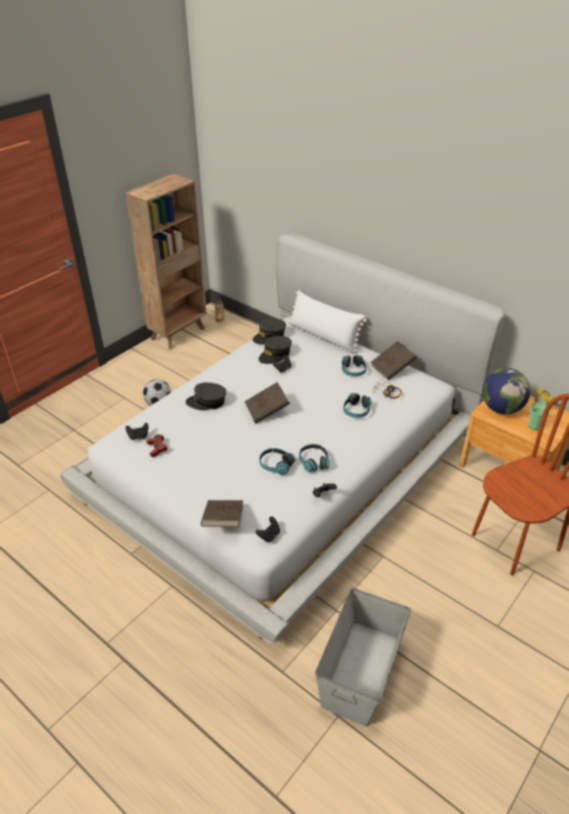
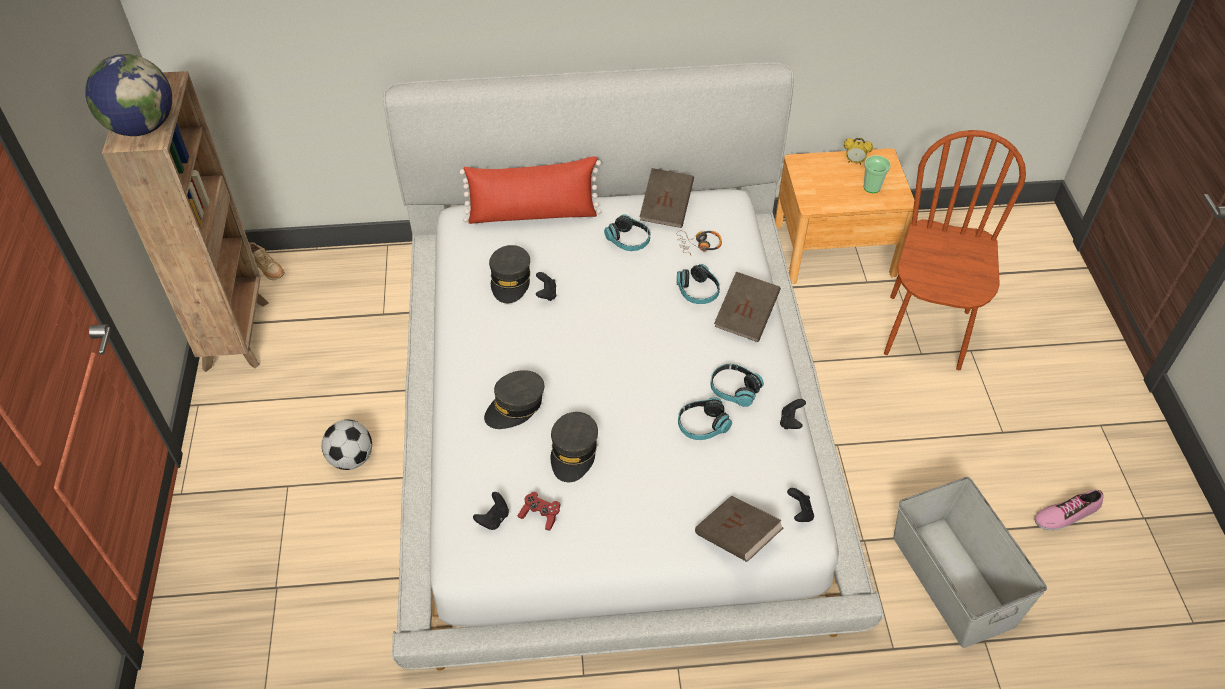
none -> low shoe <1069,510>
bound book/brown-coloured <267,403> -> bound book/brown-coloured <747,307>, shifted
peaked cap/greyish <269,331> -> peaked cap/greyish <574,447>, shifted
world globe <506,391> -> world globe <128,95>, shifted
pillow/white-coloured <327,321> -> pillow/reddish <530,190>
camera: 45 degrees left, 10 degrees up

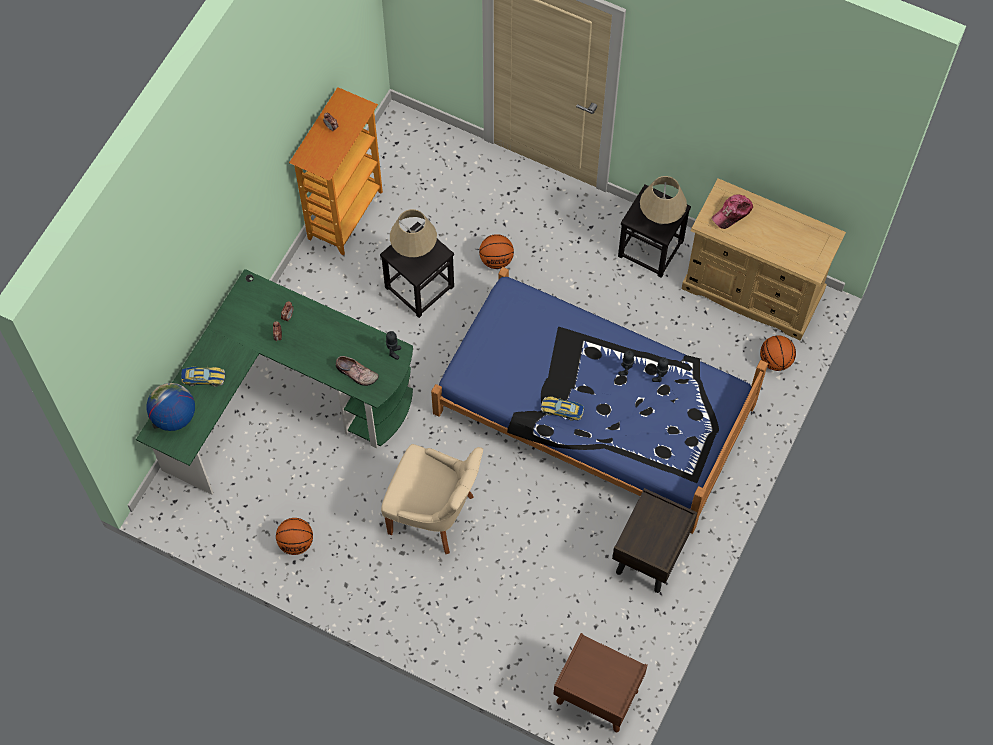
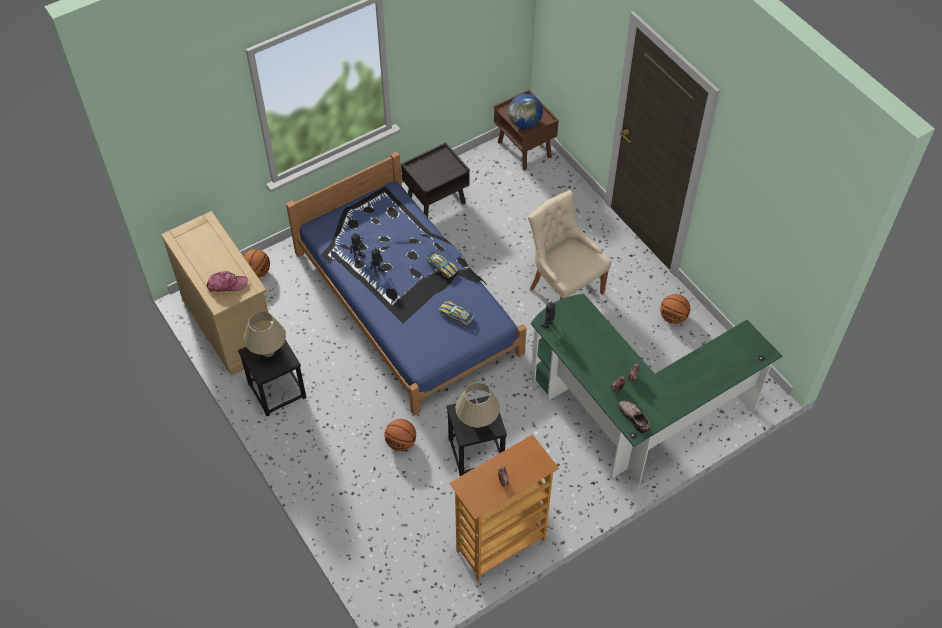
world globe <171,407> -> world globe <525,111>, shifted
toy car <203,377> -> toy car <456,313>, shifted
low shoe <357,371> -> low shoe <634,417>, shifted
camera: 150 degrees left, 10 degrees down

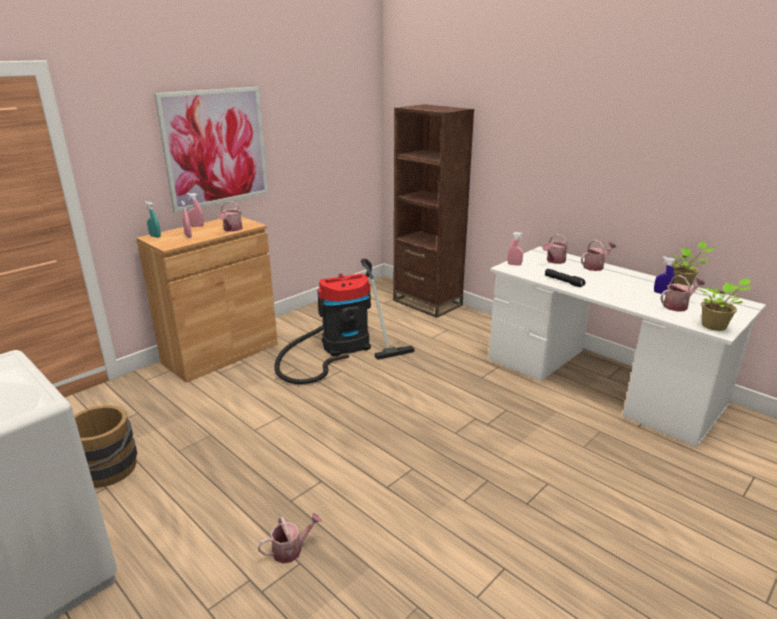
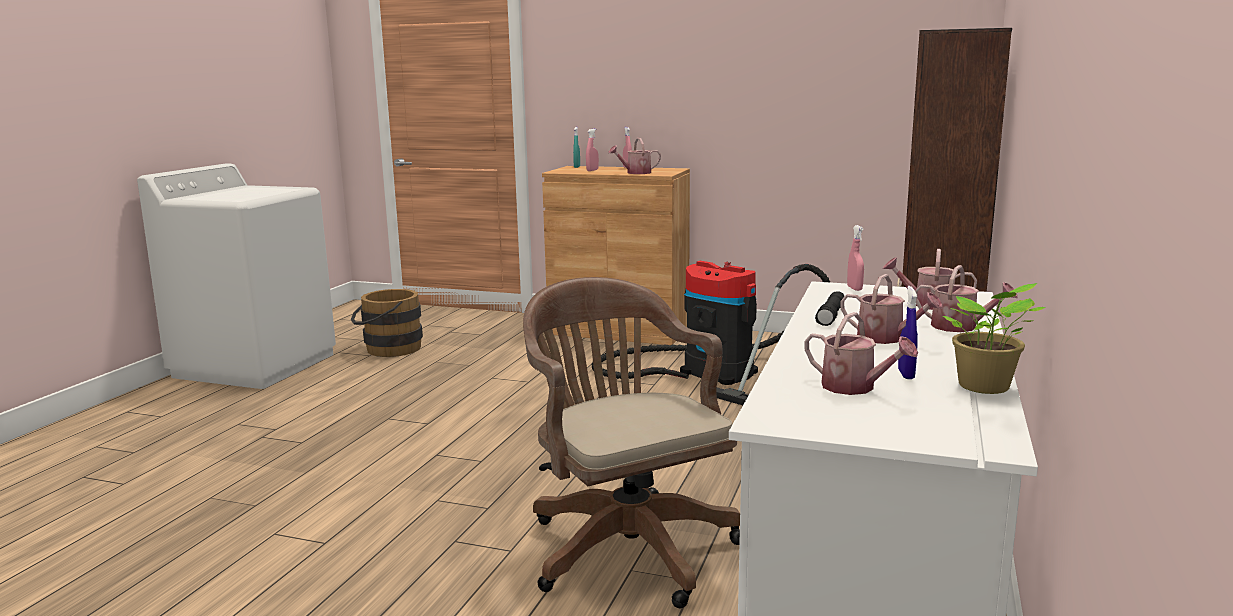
wall picture <211,150> -> none
potted plant <726,304> -> none
none -> office chair/brown-coloured <631,442>
watering can <289,538> -> watering can <891,309>, shifted
camera: 65 degrees right, 10 degrees down

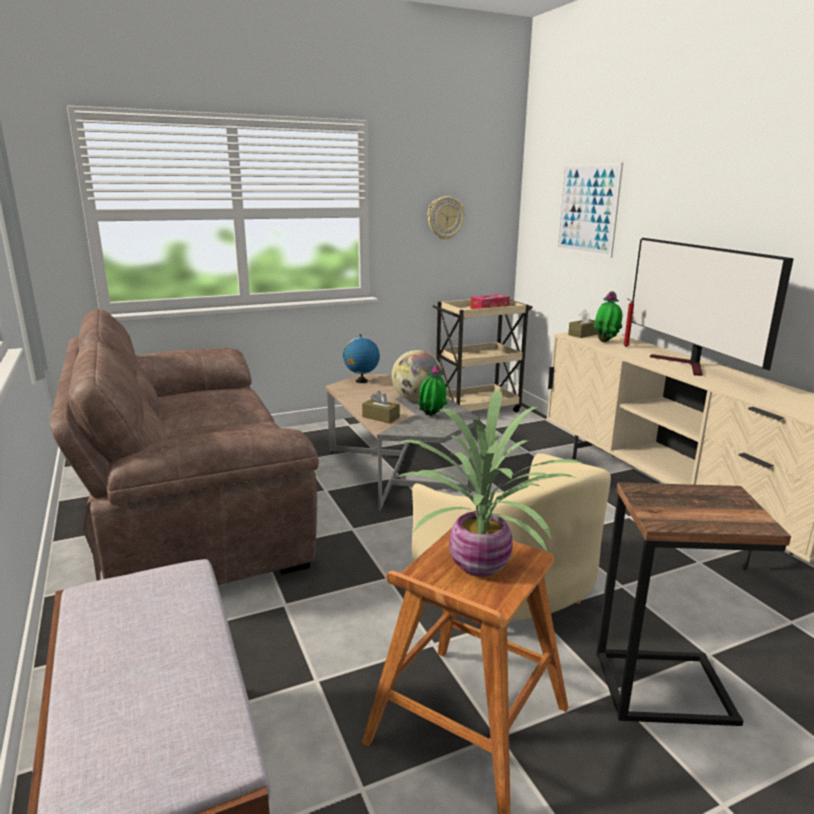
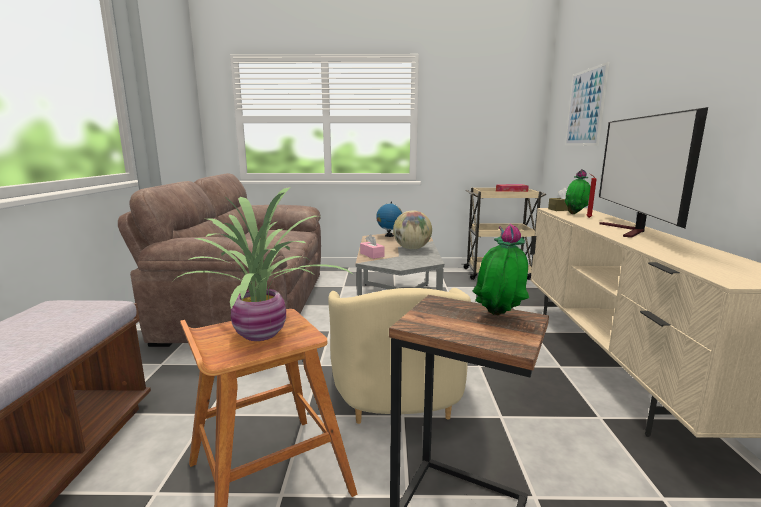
wall clock <446,218> -> none
potted plant <433,390> -> potted plant <500,269>, shifted
box of tissues/brown-coloured <381,407> -> box of tissues/pinkish <372,246>
camera: 25 degrees right, 5 degrees down

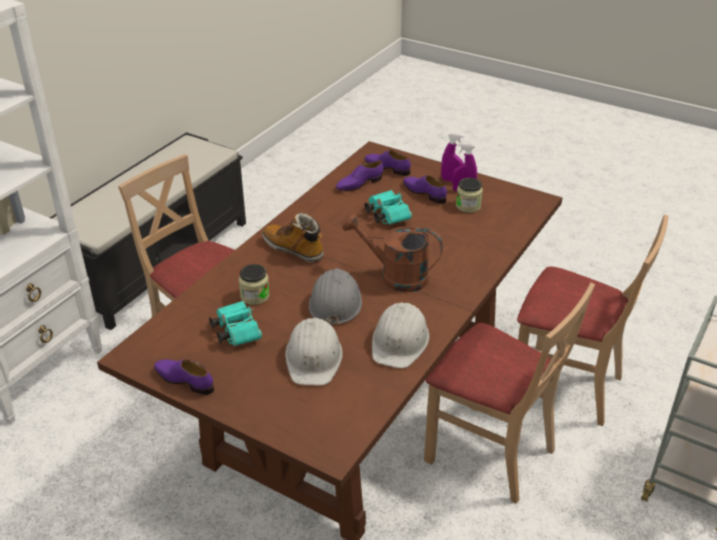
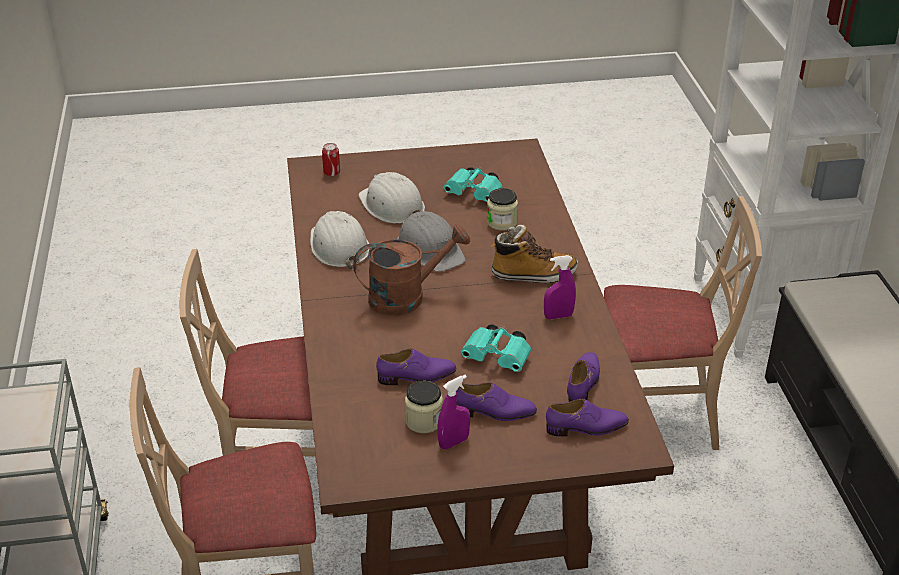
none -> can <331,159>
low shoe/purple <184,377> -> low shoe/purple <416,367>, shifted
spray bottle/purple <452,157> -> spray bottle/purple <560,287>, shifted
camera: 140 degrees right, 0 degrees up

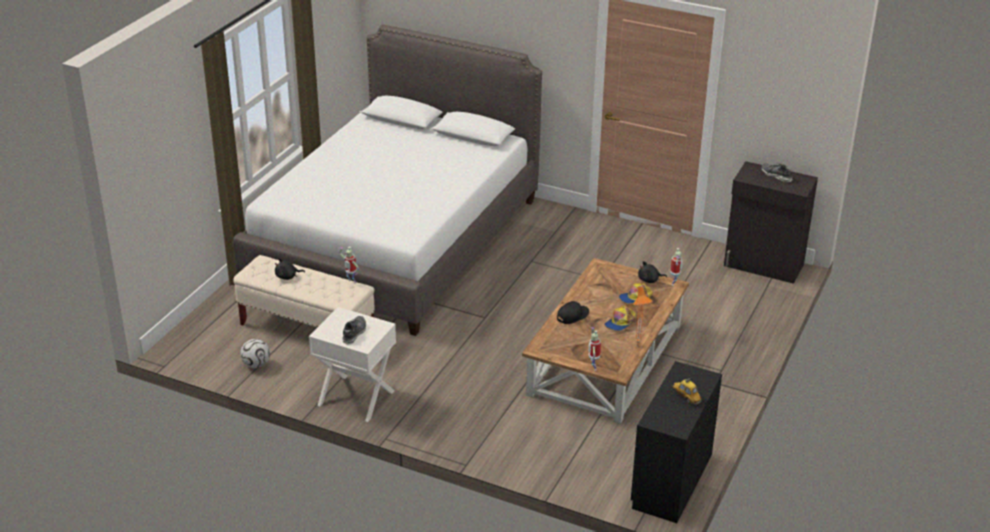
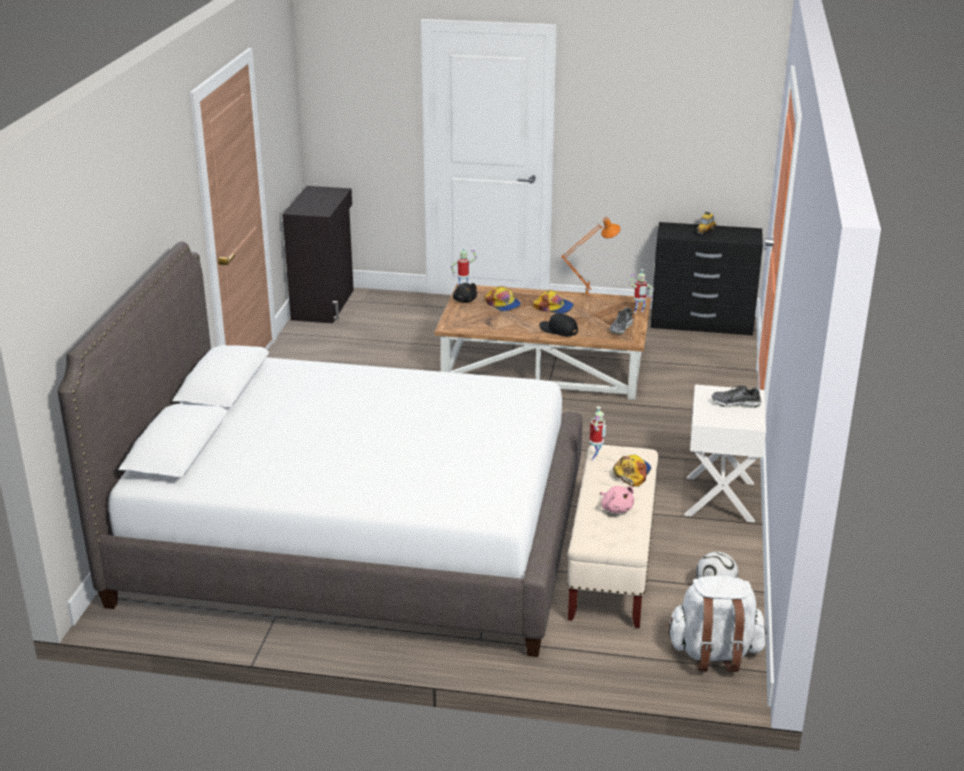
none -> peaked cap <632,471>
none -> knapsack/white-coloured <716,624>
low shoe <777,172> -> low shoe <621,320>, shifted
soft toy/black-coloured <290,269> -> soft toy/pinkish <617,499>
camera: 105 degrees left, 5 degrees down

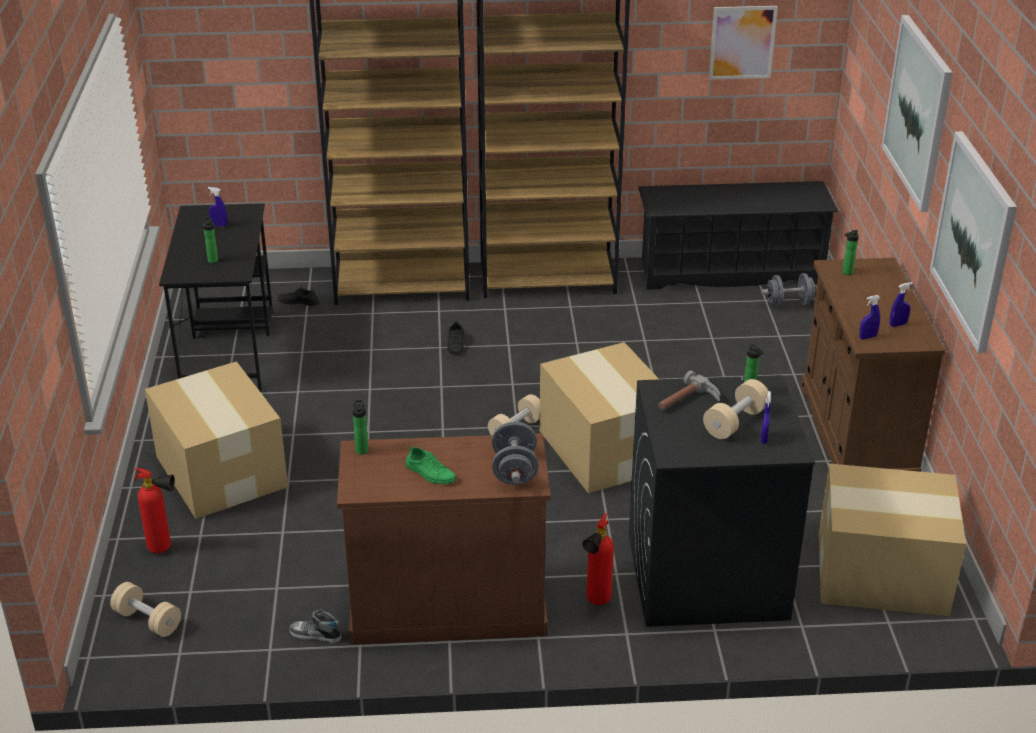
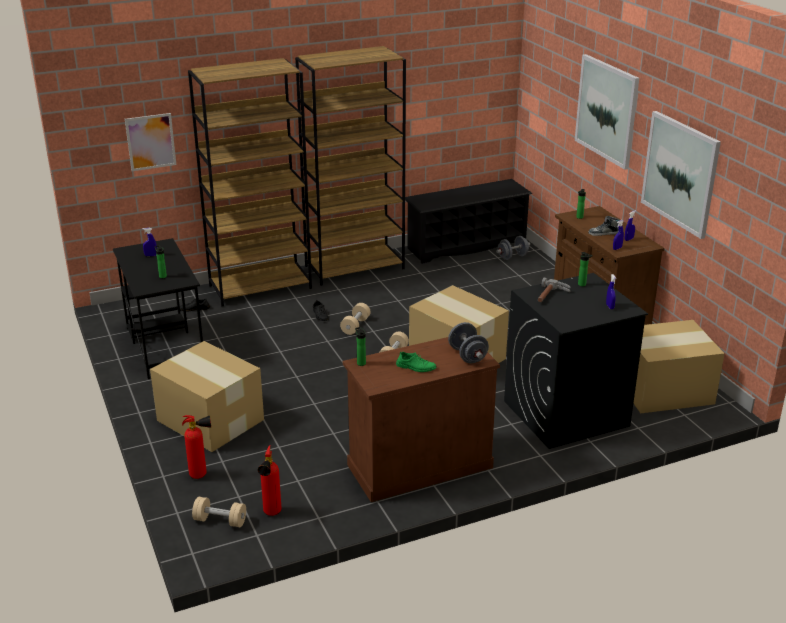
low shoe <315,626> -> low shoe <604,226>, shifted
fire-fighting cylinder <598,559> -> fire-fighting cylinder <270,480>, shifted
free weight/beige-coloured <735,409> -> free weight/beige-coloured <355,319>, shifted
wall picture <743,43> -> wall picture <150,142>, shifted
camera: 20 degrees left, 5 degrees down

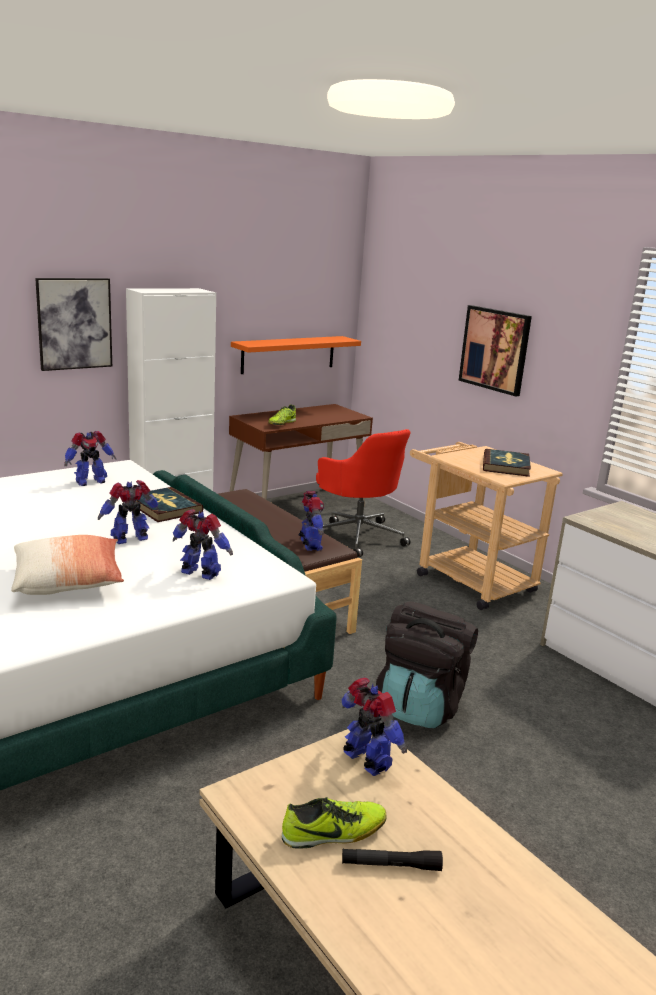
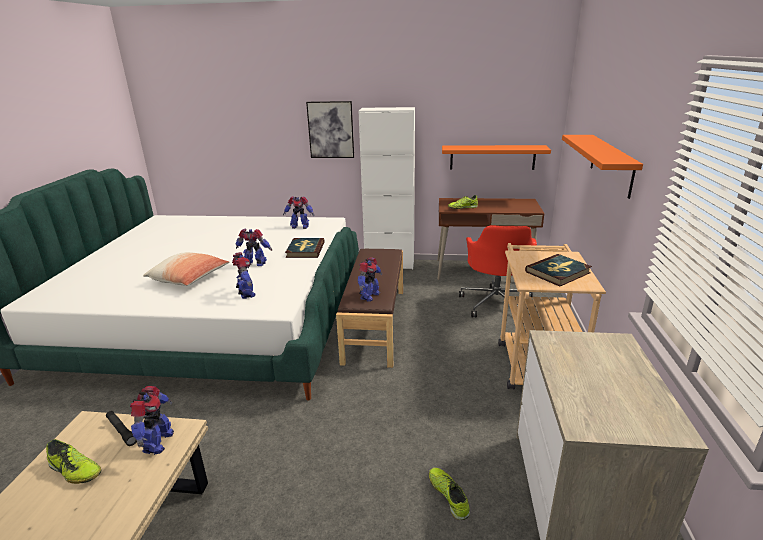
knapsack/black-coloured <427,664> -> none
none -> low shoe <449,494>
hand torch/black-coloured <392,860> -> hand torch/black-coloured <121,428>, shifted
wall picture <495,350> -> wall shelf/orange-coloured <602,167>
camera: 45 degrees right, 5 degrees up

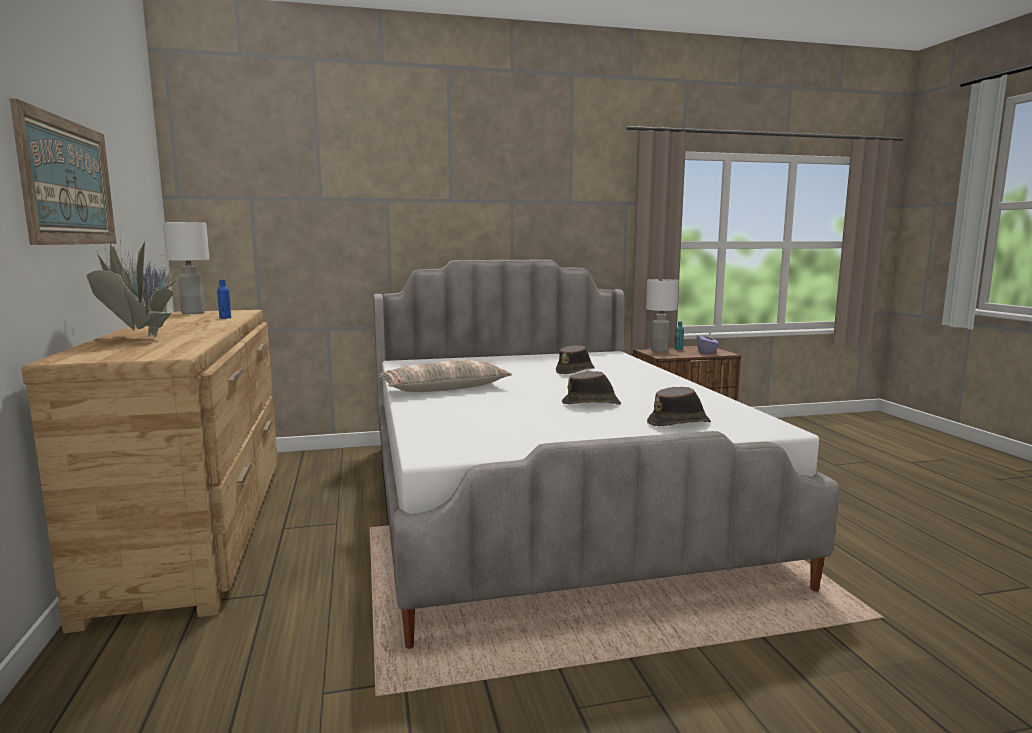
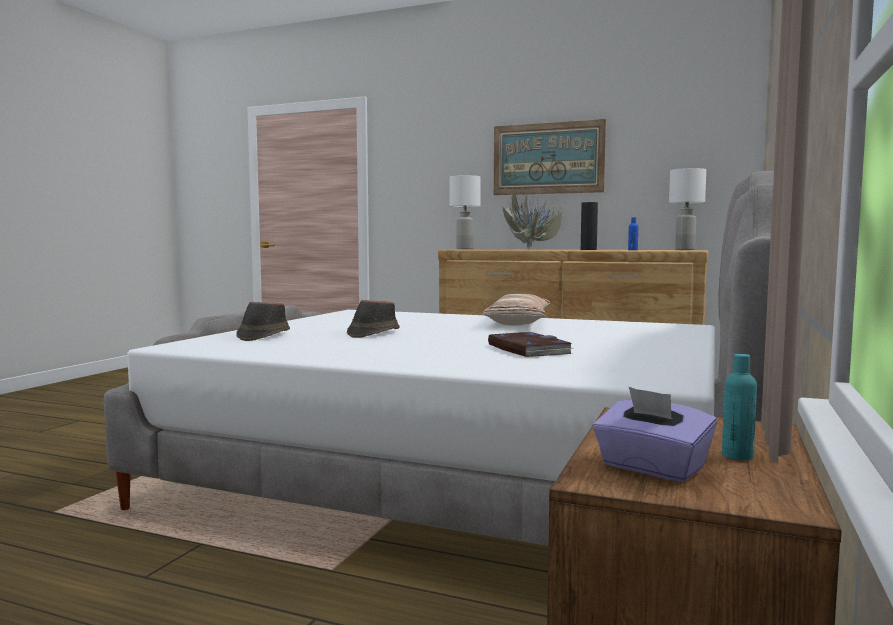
none -> decorative vase/black-coloured <589,226>
tabletop lamp/white-coloured <662,315> -> tabletop lamp/white-coloured <465,212>, shifted
wearable hat/brown-coloured <575,359> -> bound book <530,344>
camera: 125 degrees right, 5 degrees down

